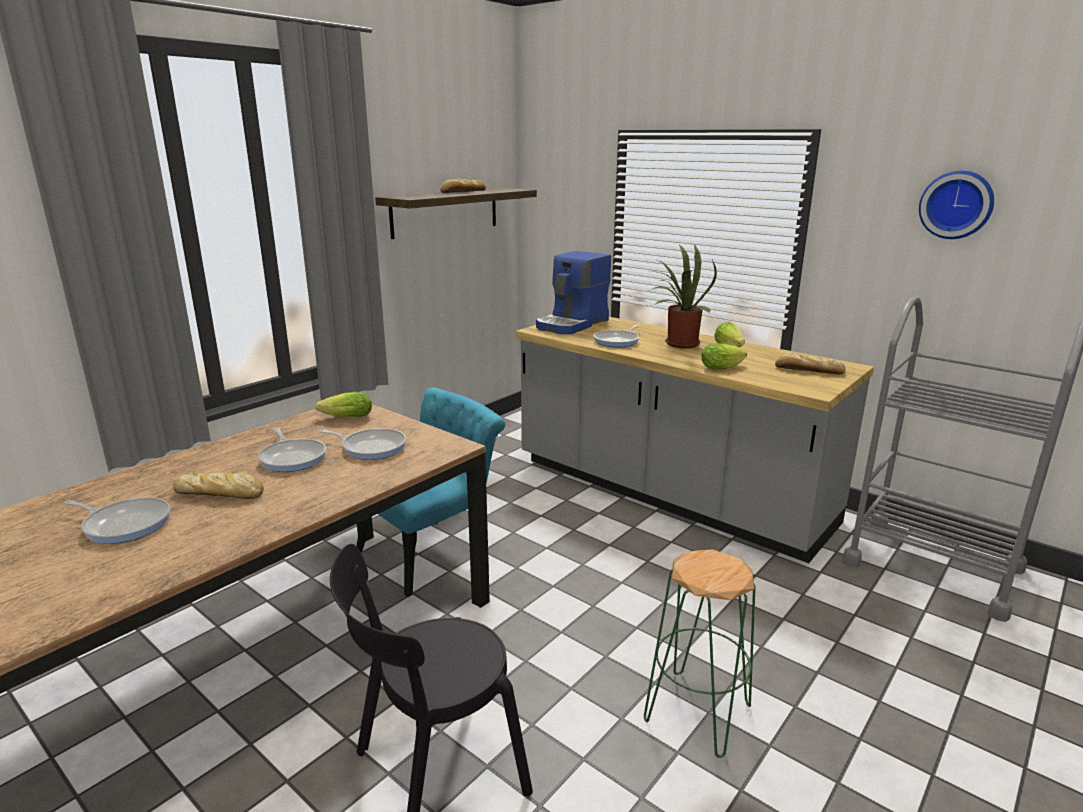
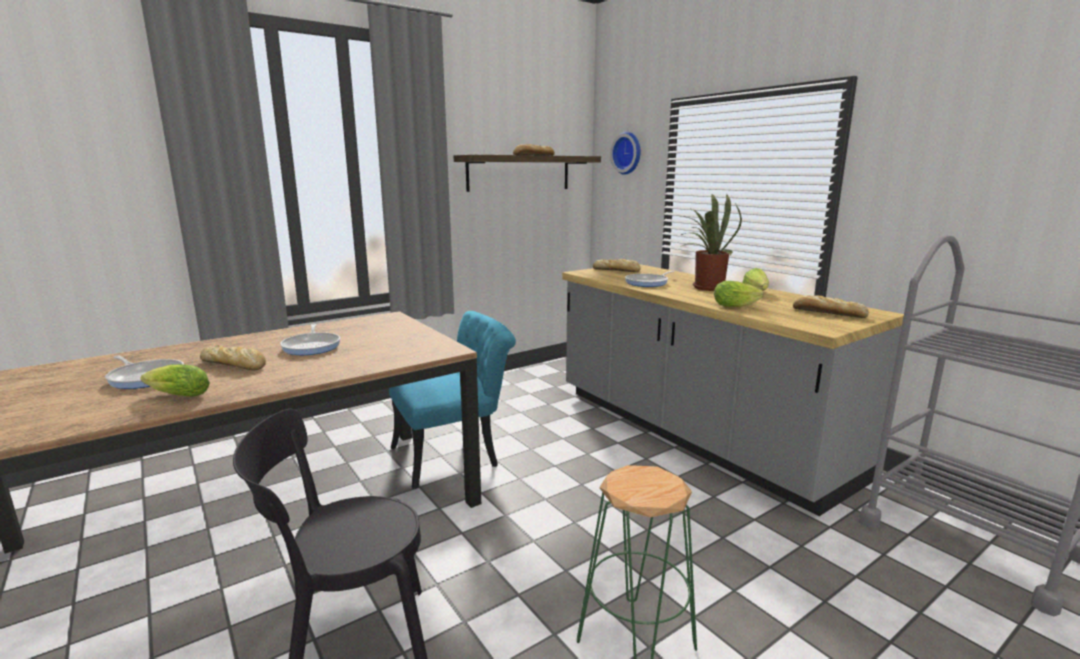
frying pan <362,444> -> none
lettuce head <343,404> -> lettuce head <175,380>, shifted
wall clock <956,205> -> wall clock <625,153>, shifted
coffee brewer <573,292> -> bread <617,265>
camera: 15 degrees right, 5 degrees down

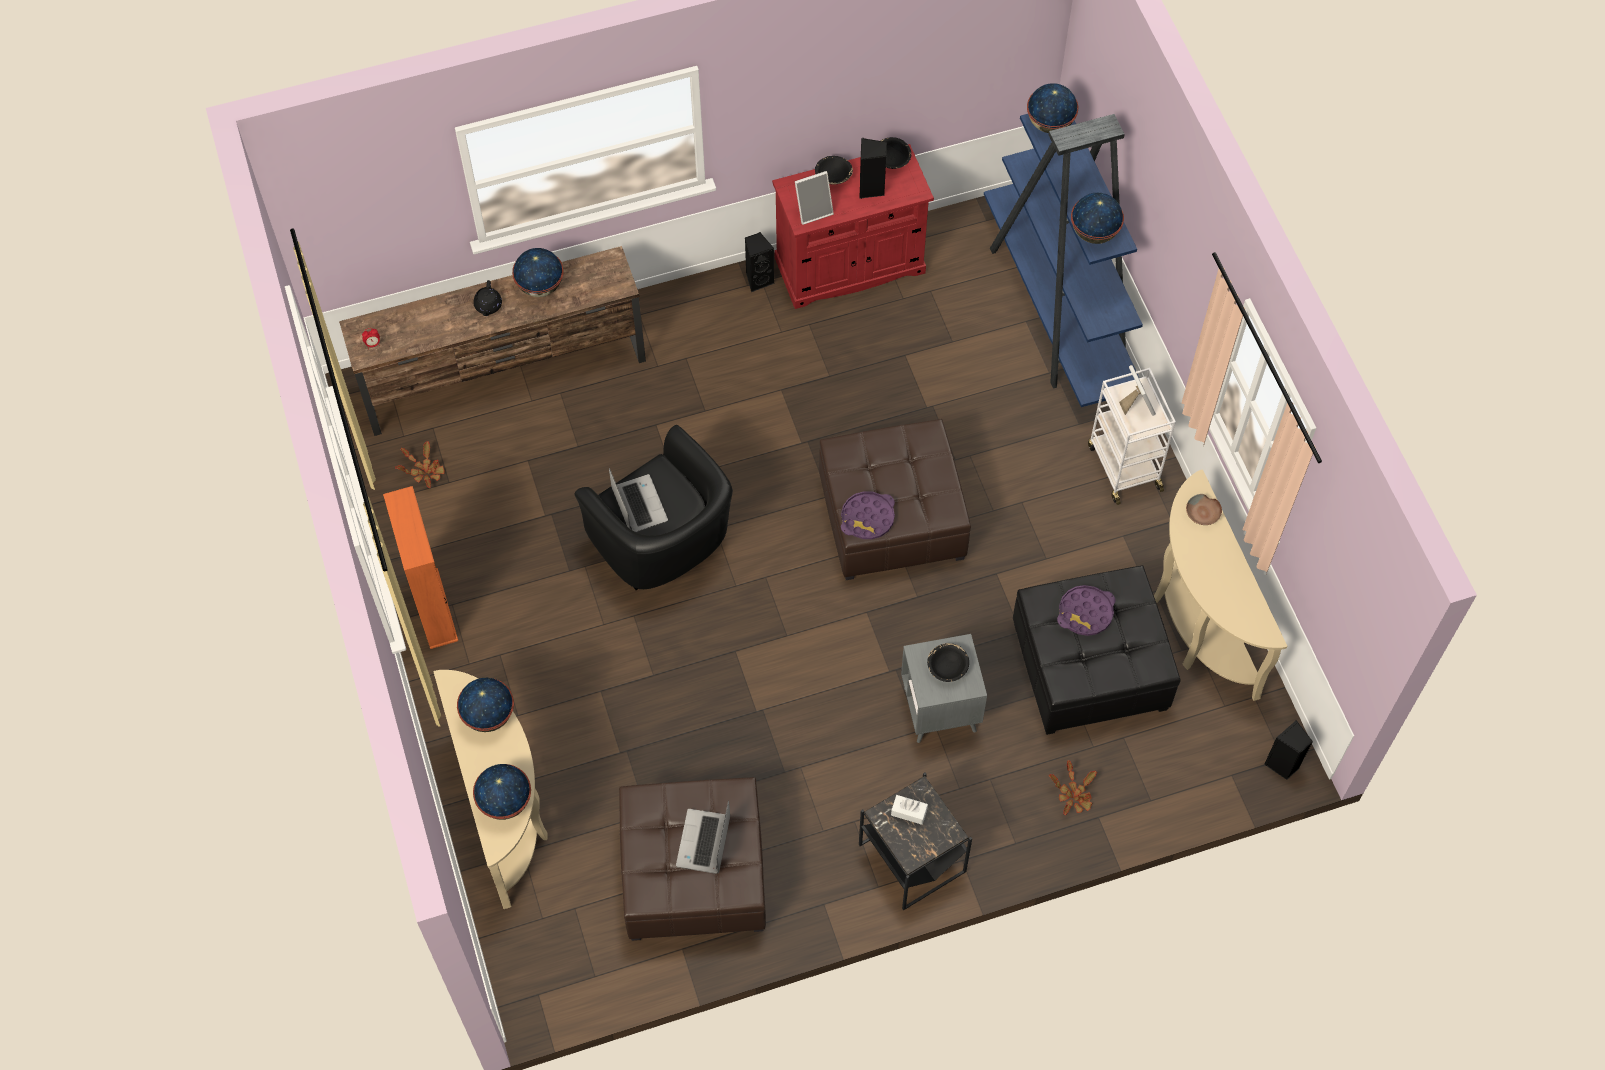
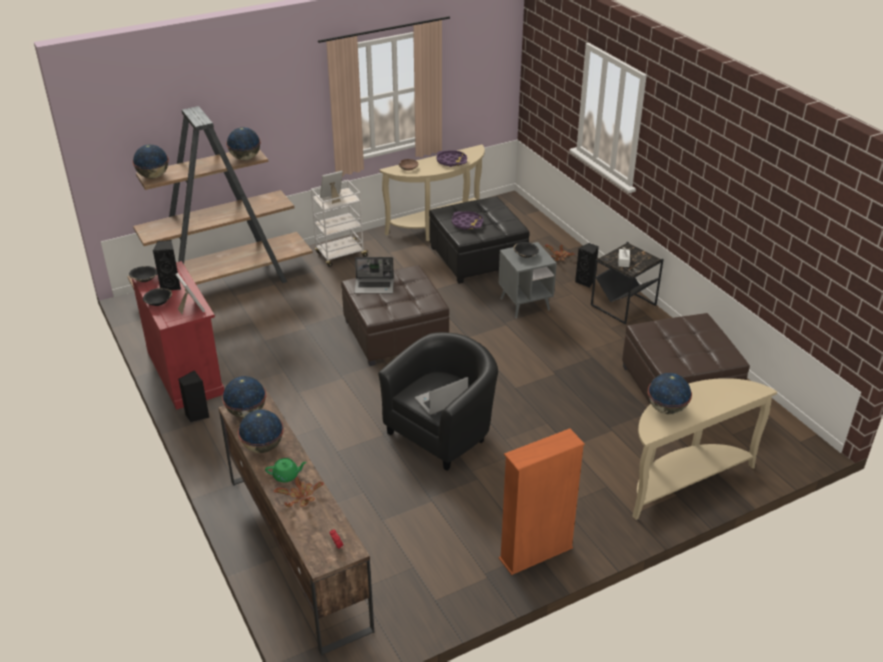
potted plant <420,464> -> potted plant <299,492>, shifted
world globe <502,792> -> world globe <244,397>, shifted
laptop <703,837> -> laptop <374,275>, shifted
tray/purple <868,515> -> tray/purple <451,158>, shifted
loudspeaker/black-coloured <1288,750> -> loudspeaker/black-coloured <587,265>, shifted
pot for tea/black-coloured <487,298> -> pot for tea/green-coloured <286,470>
bookcase/blue-coloured <1063,260> -> bookcase/brown-coloured <220,197>
camera: 100 degrees left, 25 degrees down

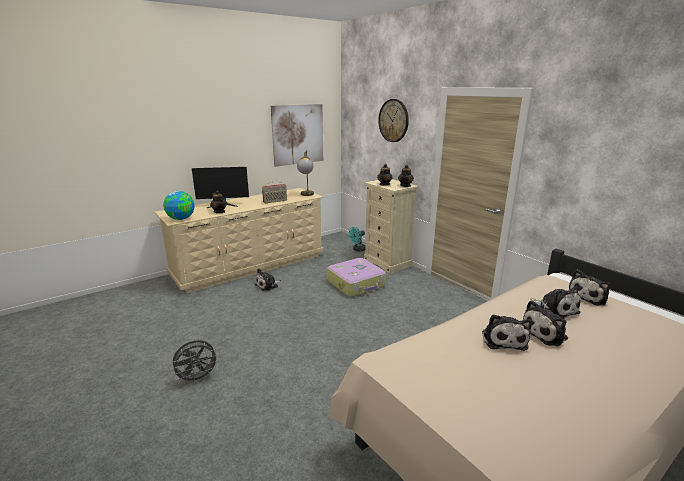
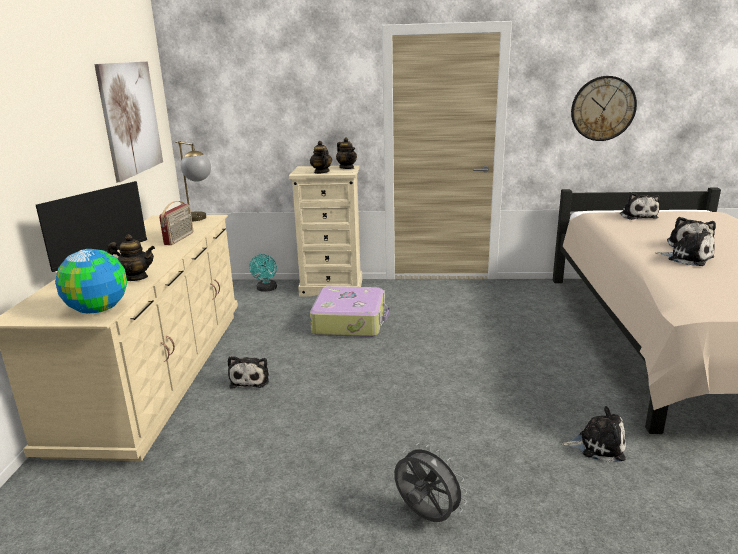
wall clock <393,120> -> wall clock <604,108>, shifted
soft toy <555,302> -> soft toy <594,434>, shifted
cooling fan/greyish <195,362> -> cooling fan/greyish <430,482>, 60 degrees counterclockwise
camera: 50 degrees left, 0 degrees up

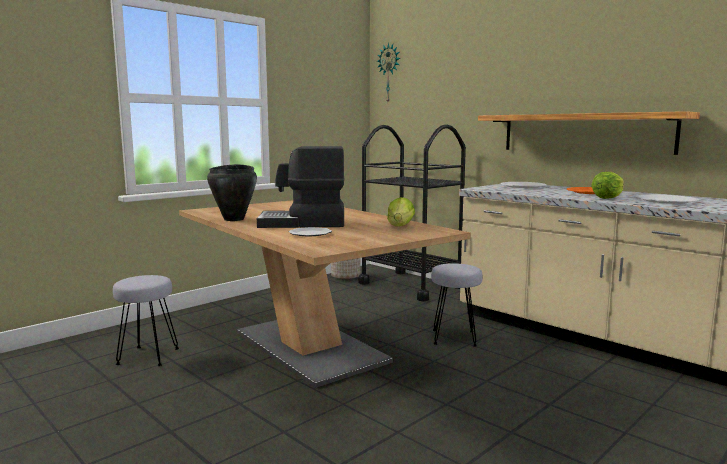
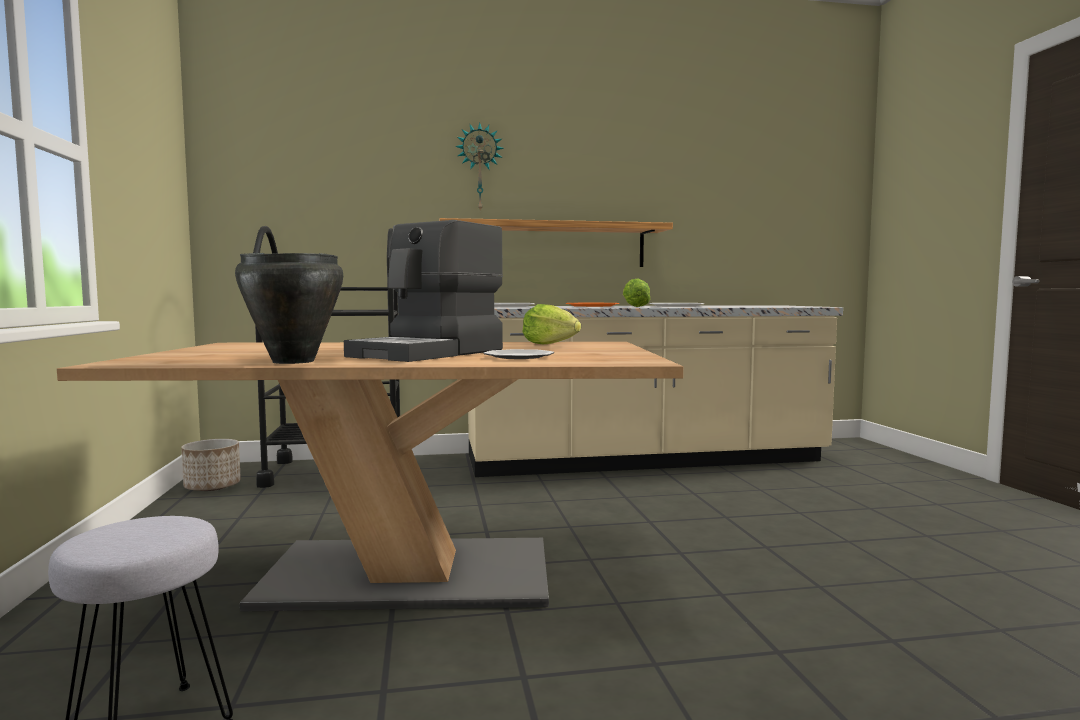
sitting stool/greyish <457,305> -> none
wall clock <389,72> -> wall clock <479,167>, shifted
camera: 55 degrees left, 5 degrees down

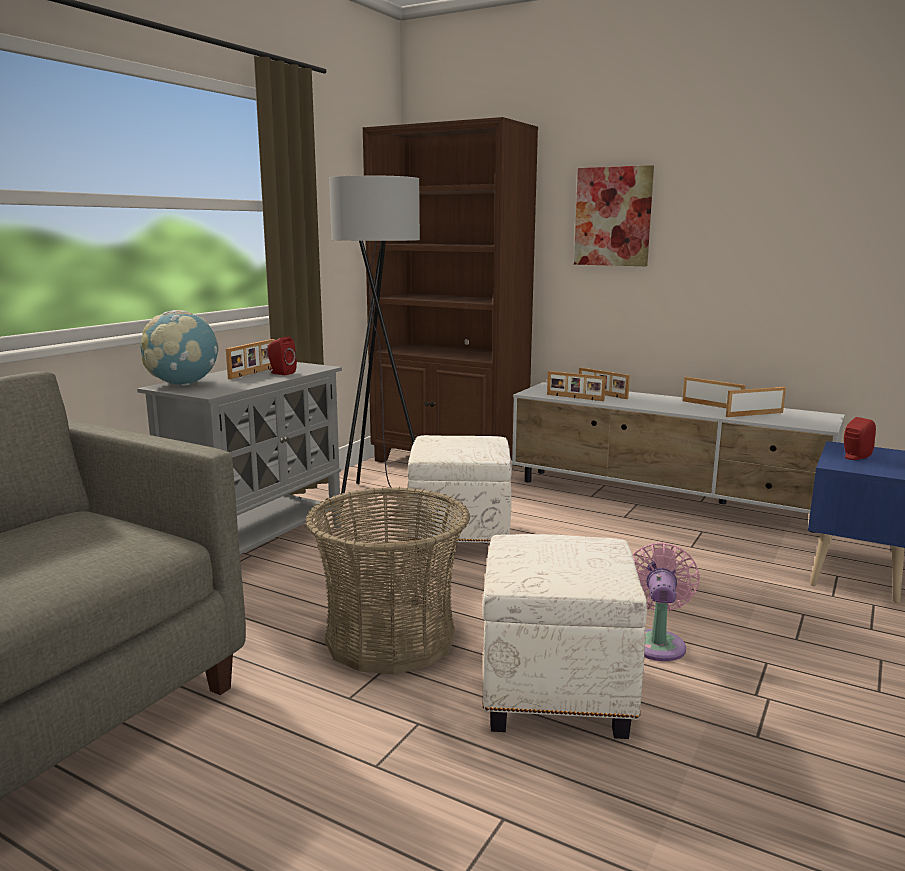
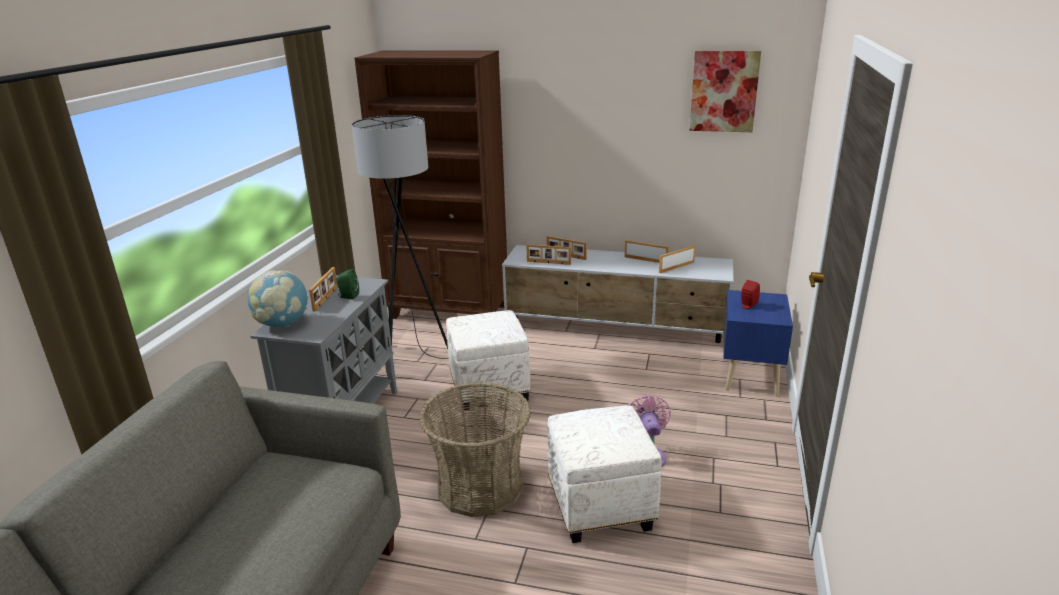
wall picture <614,215> -> wall picture <725,91>, shifted
loudspeaker/reddish <282,356> -> loudspeaker/green-coloured <347,284>
camera: 15 degrees left, 10 degrees up

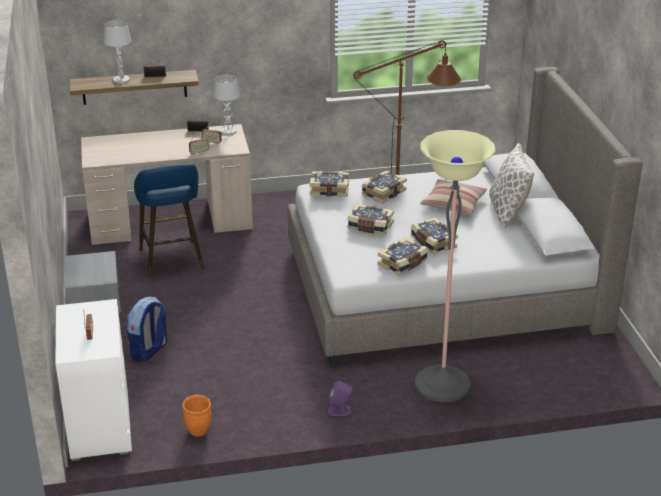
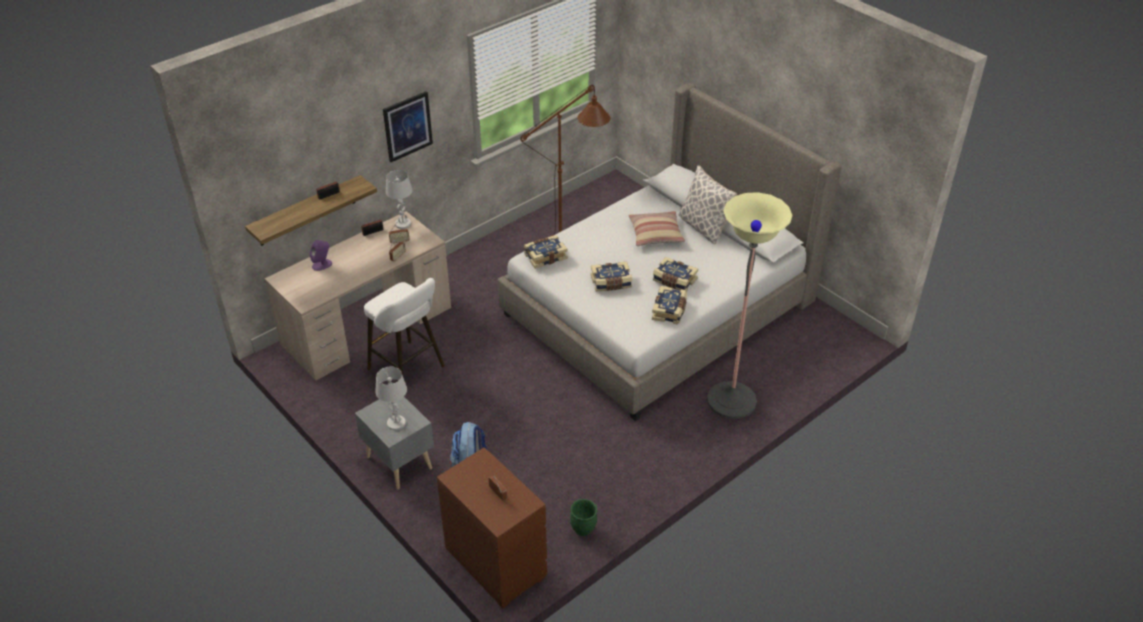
bound book <384,187> -> none
none -> wall picture <408,126>
tabletop lamp/white-coloured <117,52> -> tabletop lamp/white-coloured <391,398>, shifted
loudspeaker/purple <340,398> -> loudspeaker/purple <321,255>, shifted
chest of drawers/white-coloured <93,380> -> chest of drawers/brown-coloured <492,528>
sitting stool/blue-coloured <169,220> -> sitting stool/white-coloured <404,326>
flower pot/orange-coloured <197,416> -> flower pot/green-coloured <584,517>
camera: 30 degrees left, 10 degrees up

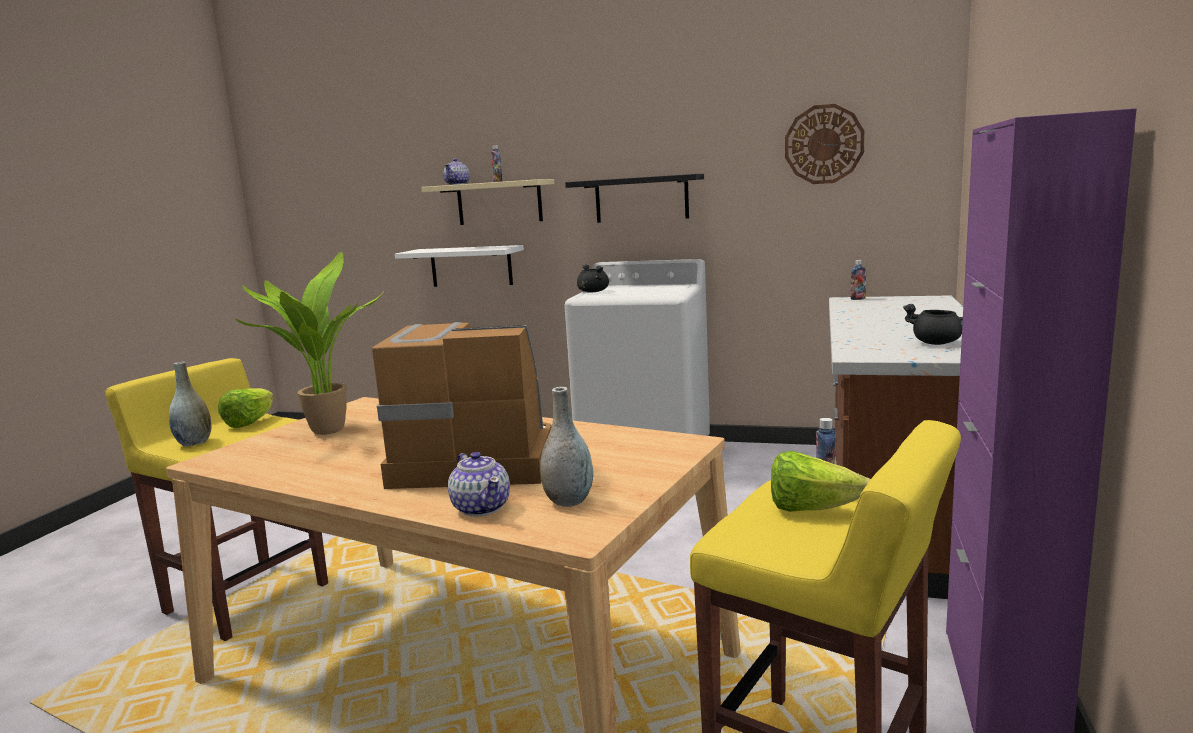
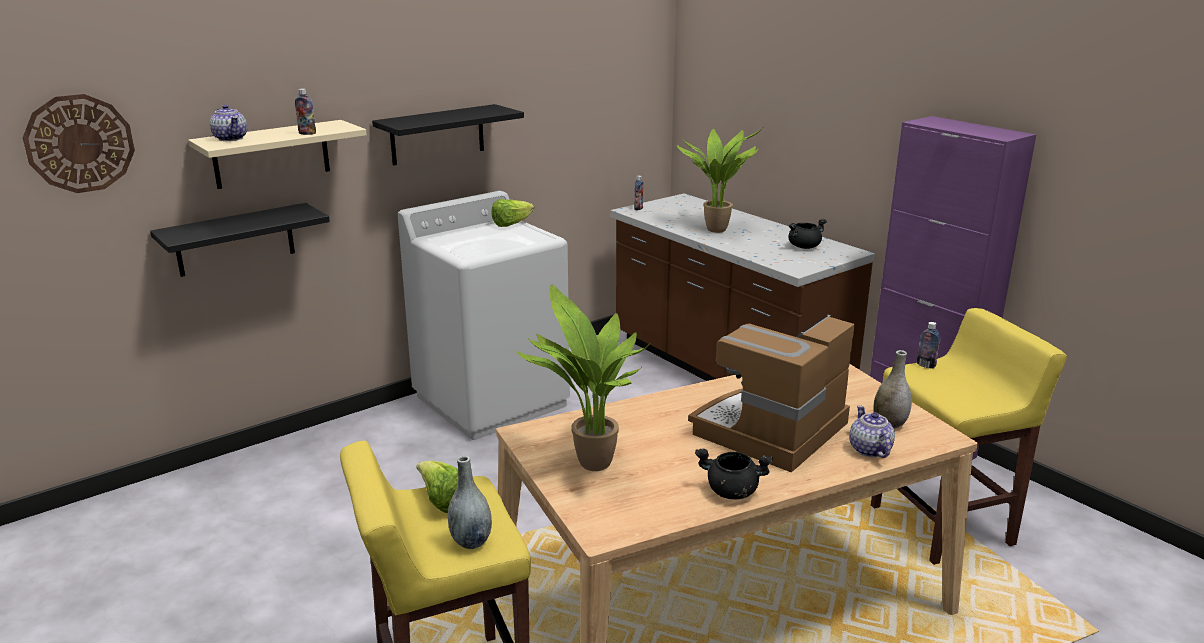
none -> potted plant <720,180>
stockpot/black-coloured <593,278> -> stockpot/black-coloured <734,474>, shifted
lettuce head <821,481> -> lettuce head <512,213>, shifted
wall clock <825,144> -> wall clock <79,143>, shifted
wall shelf/white-coloured <459,266> -> wall shelf/black-coloured <240,240>
pot for tea <479,484> -> pot for tea <872,431>, 105 degrees counterclockwise
camera: 55 degrees left, 10 degrees up

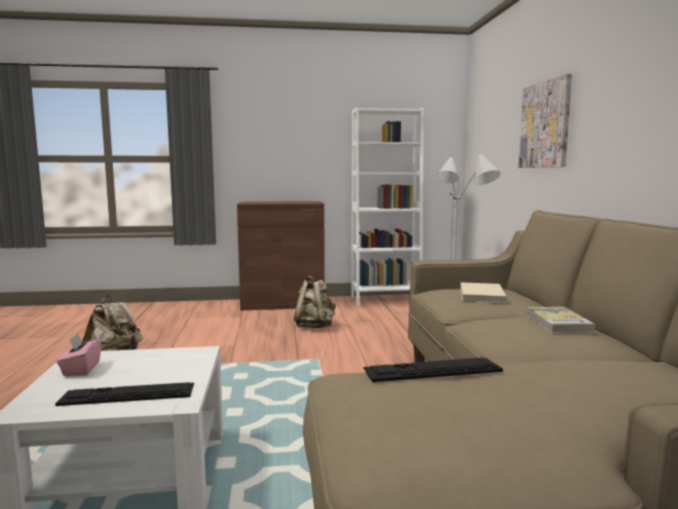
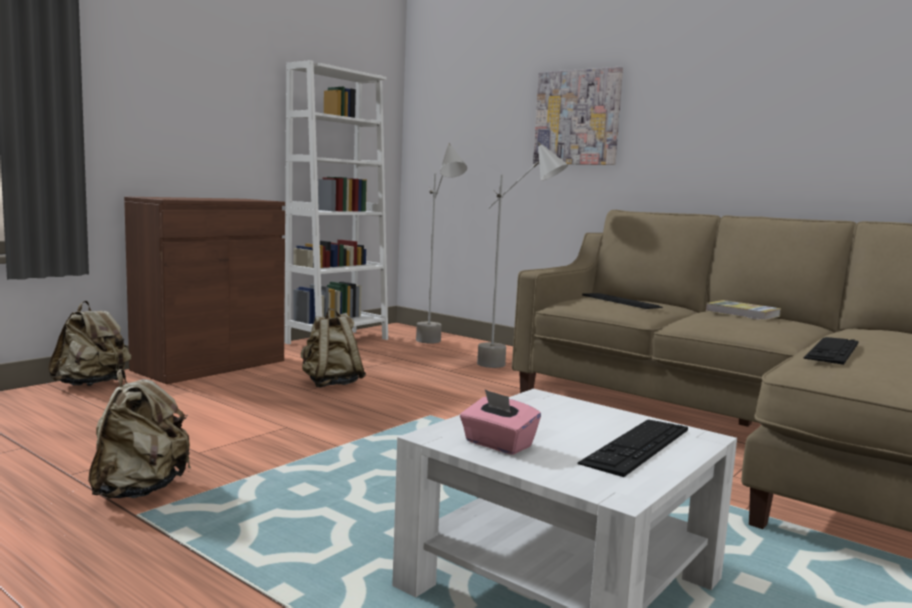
none -> knapsack/beige-coloured <89,343>
bound book/beige-coloured <483,292> -> computer keyboard <622,301>
camera: 45 degrees left, 0 degrees up

